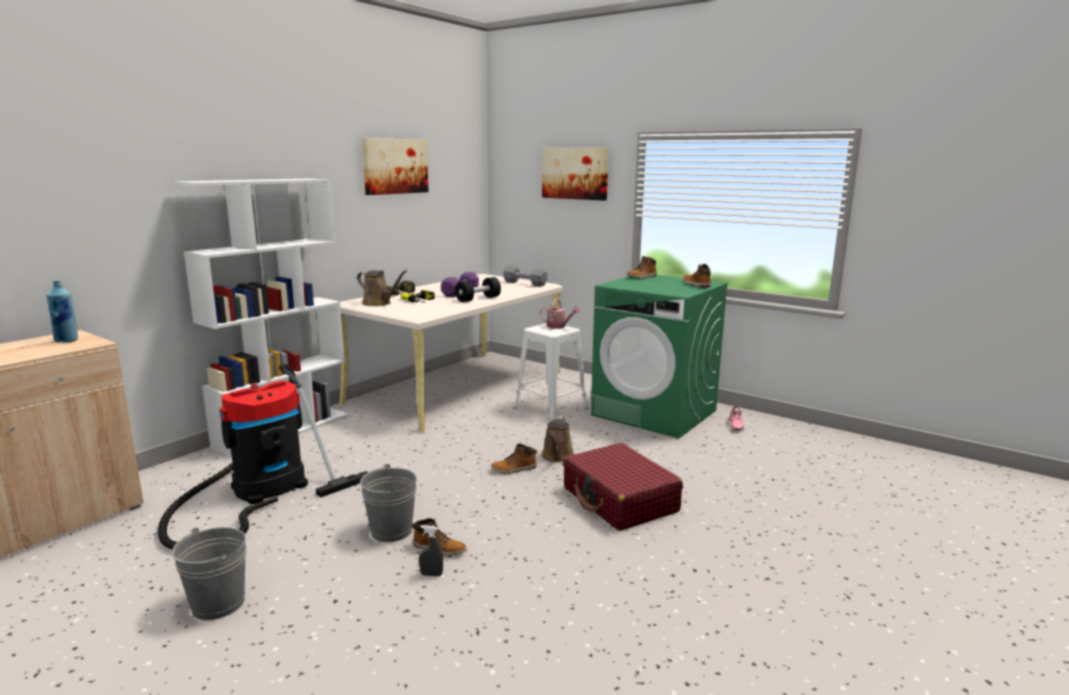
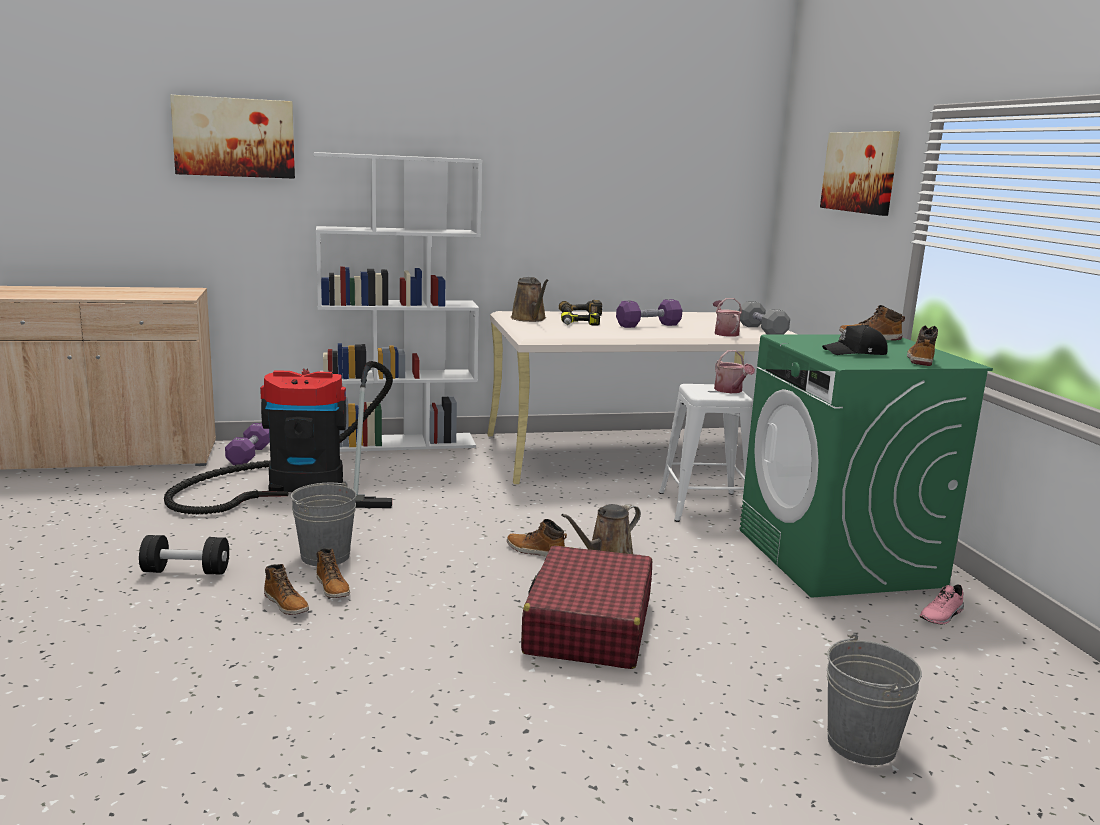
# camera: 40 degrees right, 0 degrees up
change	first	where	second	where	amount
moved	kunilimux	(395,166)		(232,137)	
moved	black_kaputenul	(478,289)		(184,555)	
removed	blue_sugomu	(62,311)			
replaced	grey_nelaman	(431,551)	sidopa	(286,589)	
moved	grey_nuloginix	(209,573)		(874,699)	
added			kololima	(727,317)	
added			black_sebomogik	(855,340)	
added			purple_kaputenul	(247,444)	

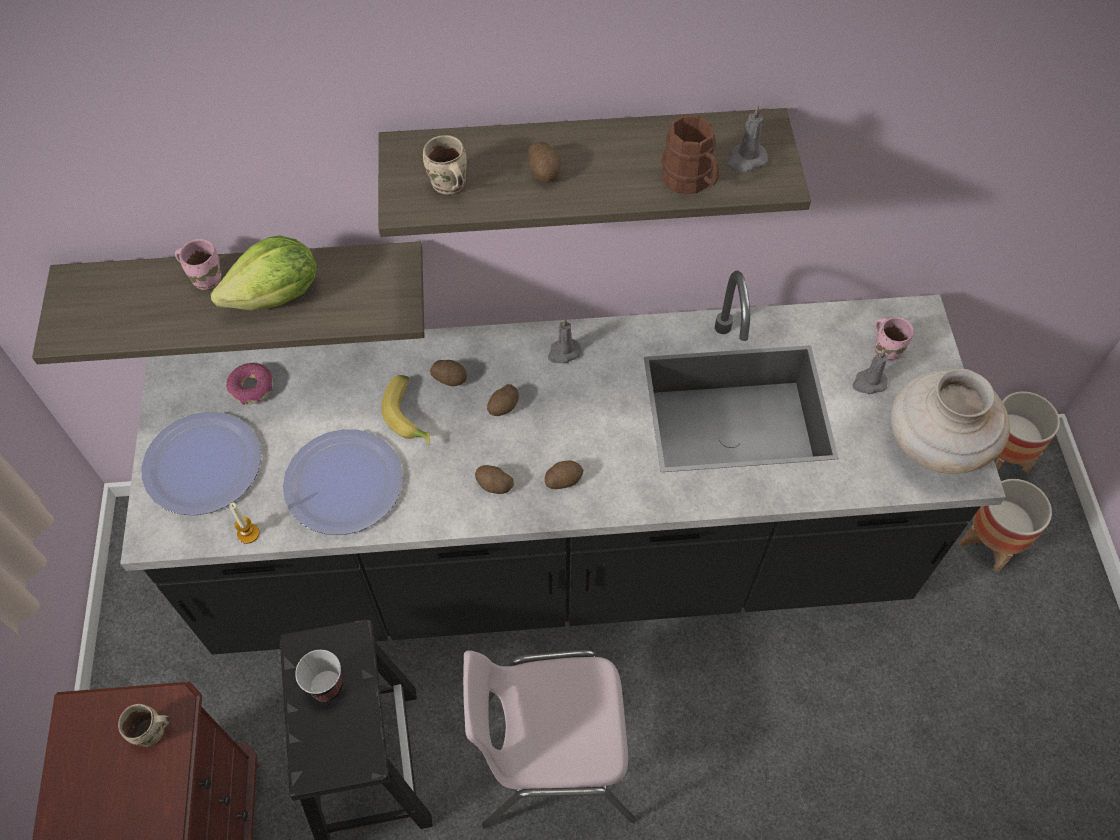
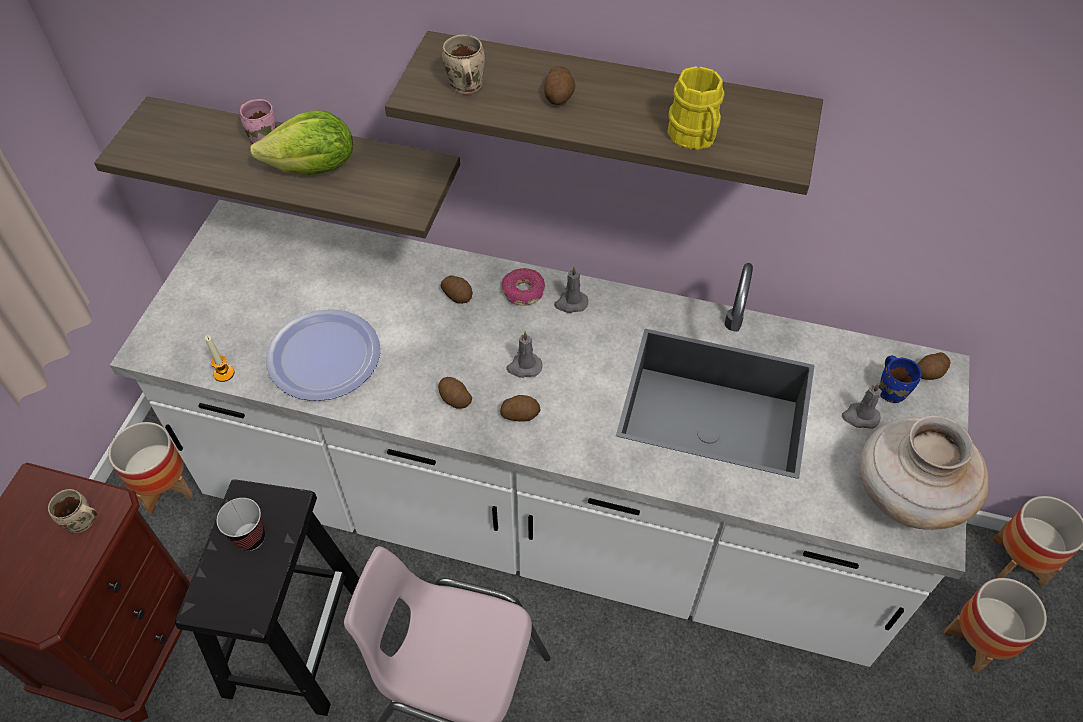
# camera: 20 degrees right, 5 degrees down
change	first	where	second	where	amount
moved	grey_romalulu	(747,139)		(524,354)	
recoloured	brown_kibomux	(690,154)	yellow_kibomux	(696,108)	
recoloured	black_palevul	(563,463)	white_palevul	(540,433)	
recoloured	pink_kibomux	(894,339)	blue_kibomux	(900,379)	
moved	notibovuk	(249,384)		(523,286)	
removed	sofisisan	(405,410)			
moved	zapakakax	(503,400)		(934,366)	
removed	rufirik	(201,463)			
added			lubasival	(150,468)	

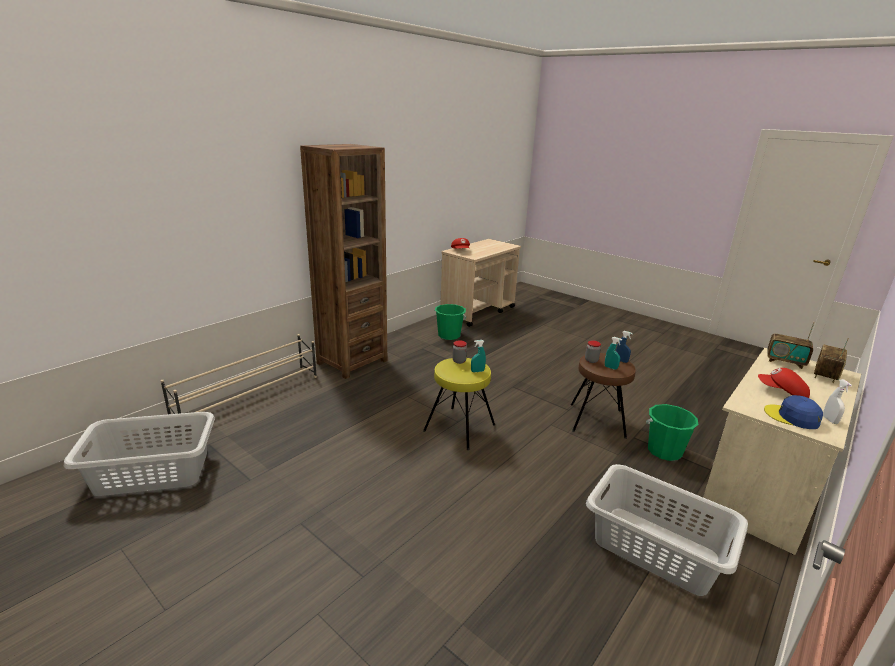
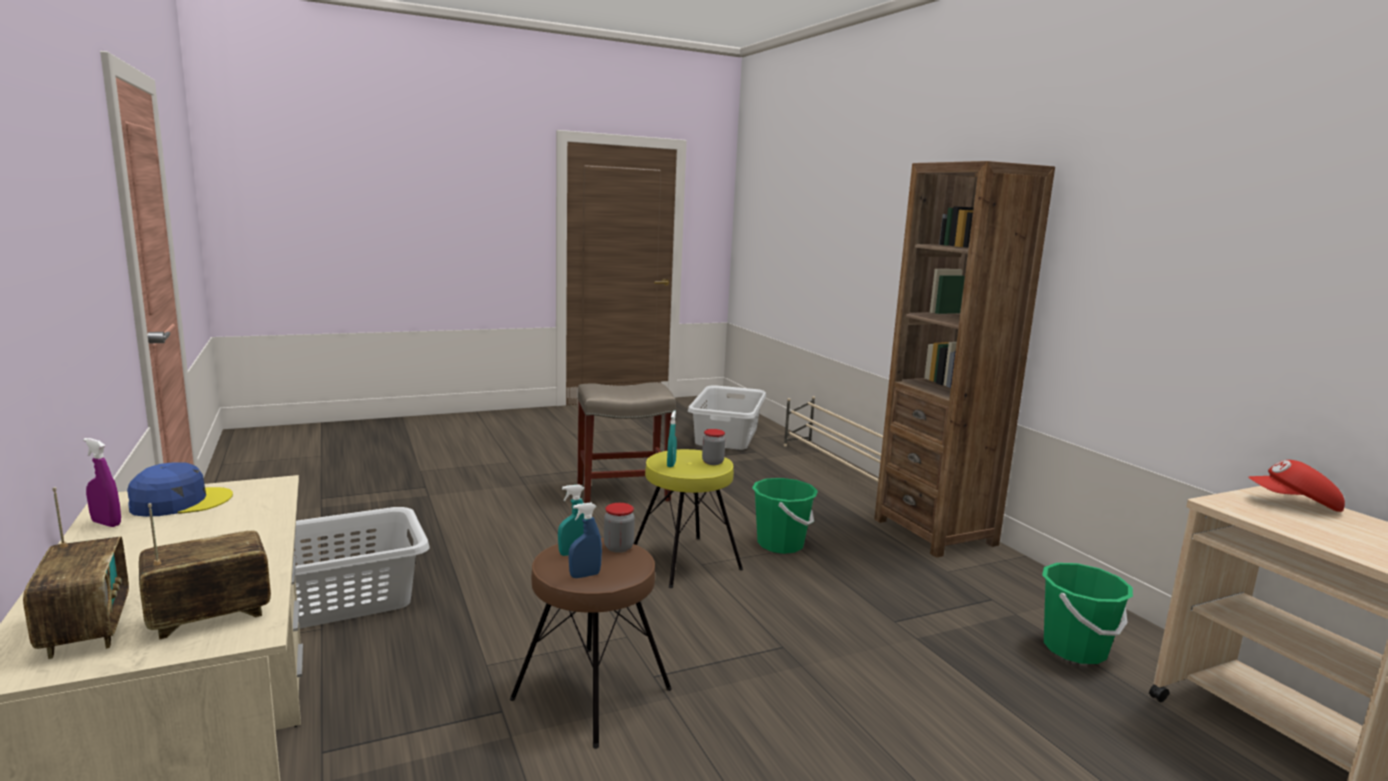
# camera: 115 degrees right, 10 degrees down
change	first	where	second	where	amount
removed	red_sebomogik	(784,383)			
recoloured	white_nelaman	(837,401)	purple_nelaman	(102,482)	
moved	green_nuloginix	(672,432)		(785,516)	
added			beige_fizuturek	(626,442)	

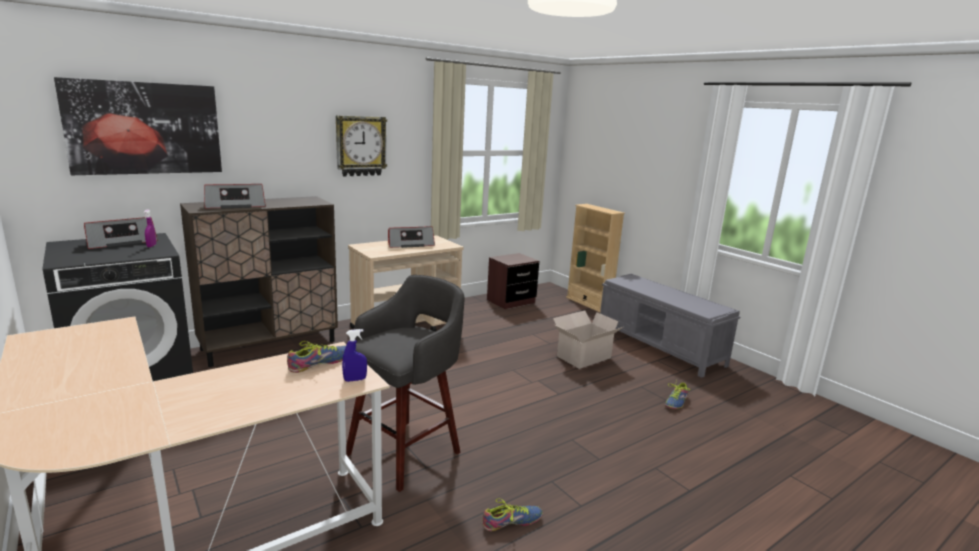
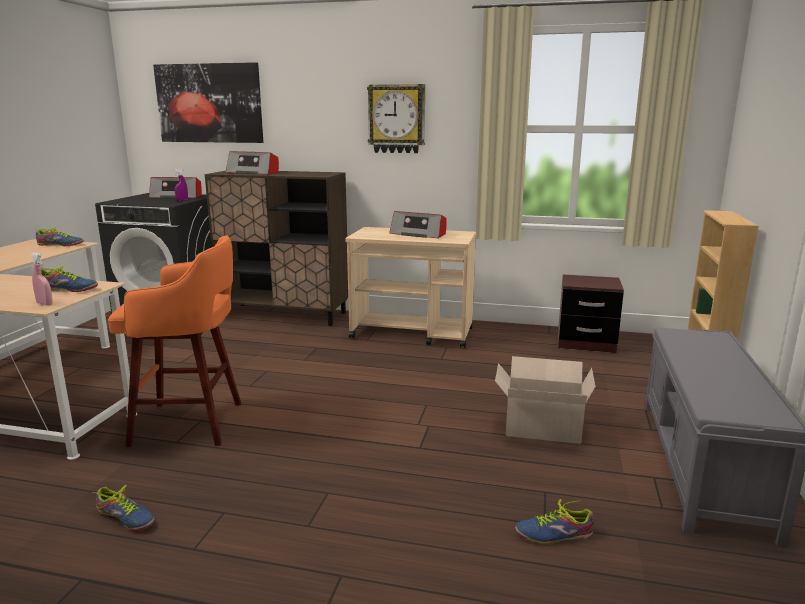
# camera: 50 degrees right, 0 degrees up
change	first	where	second	where	amount
recoloured	grey_fizuturek	(405,383)	orange_fizuturek	(174,341)	
recoloured	blue_nelaman	(354,355)	pink_nelaman	(42,279)	
added			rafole	(60,237)	

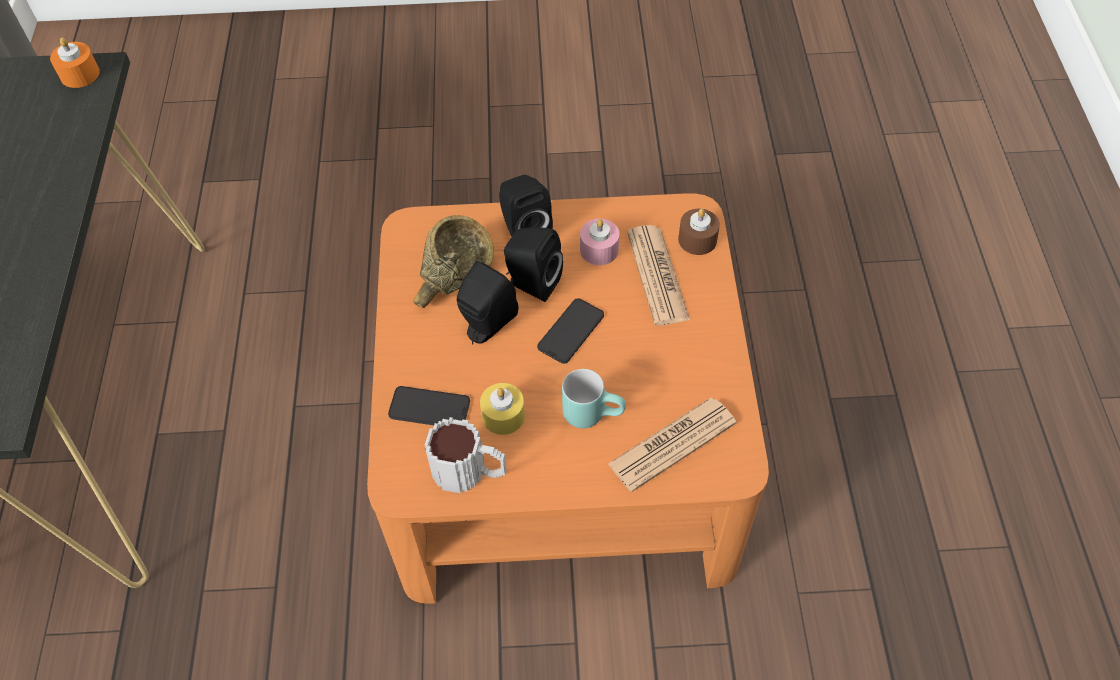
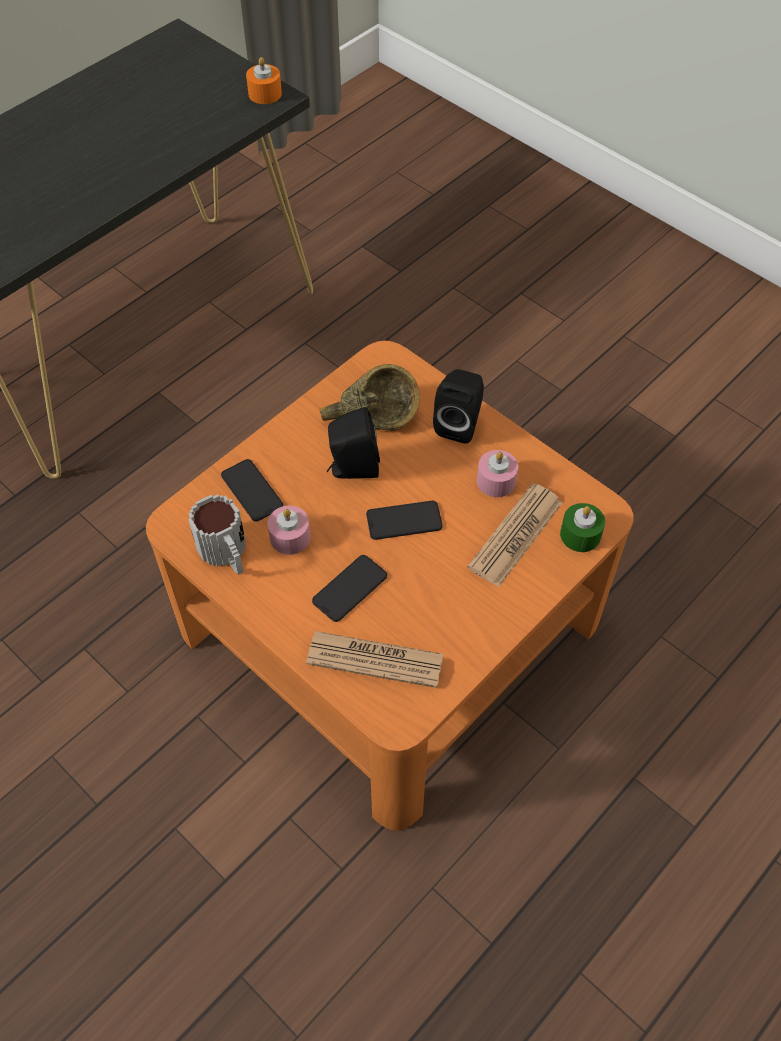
# camera: 45 degrees right, 0 degrees up
change	first	where	second	where	amount
recoloured	brown_romalulu	(699,232)	green_romalulu	(582,527)	
removed	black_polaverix	(533,264)			
replaced	turquoise_kibomux	(594,398)	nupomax	(349,588)	
recoloured	yellow_romalulu	(502,409)	pink_romalulu	(289,530)	

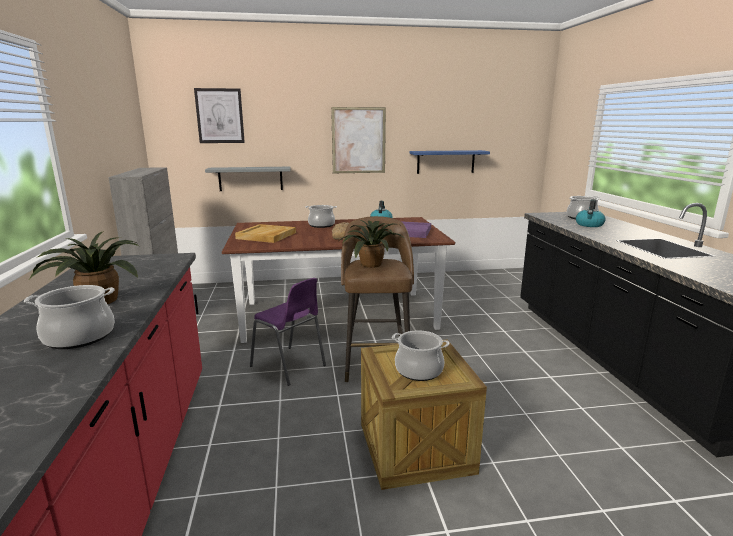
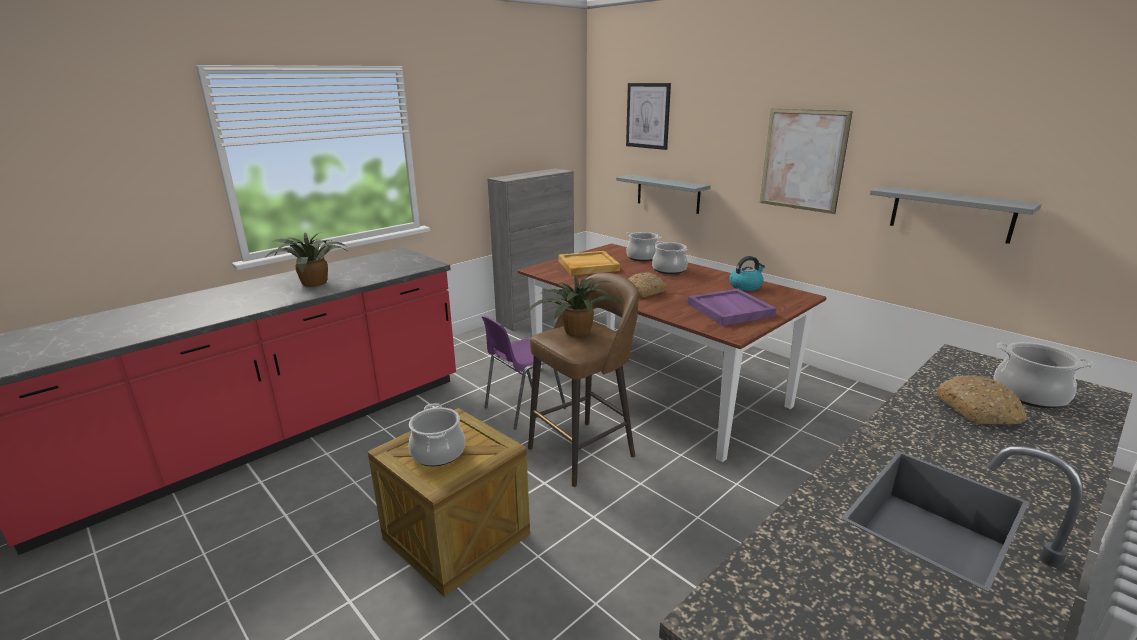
# camera: 55 degrees right, 5 degrees up
change	first	where	second	where	amount
recoloured	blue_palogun	(450,162)	grey_palogun	(956,215)	
replaced	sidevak	(591,213)	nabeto	(981,400)	
turned	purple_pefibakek	(288,332)		(524,372)	45 degrees clockwise
moved	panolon	(69,317)		(644,246)	

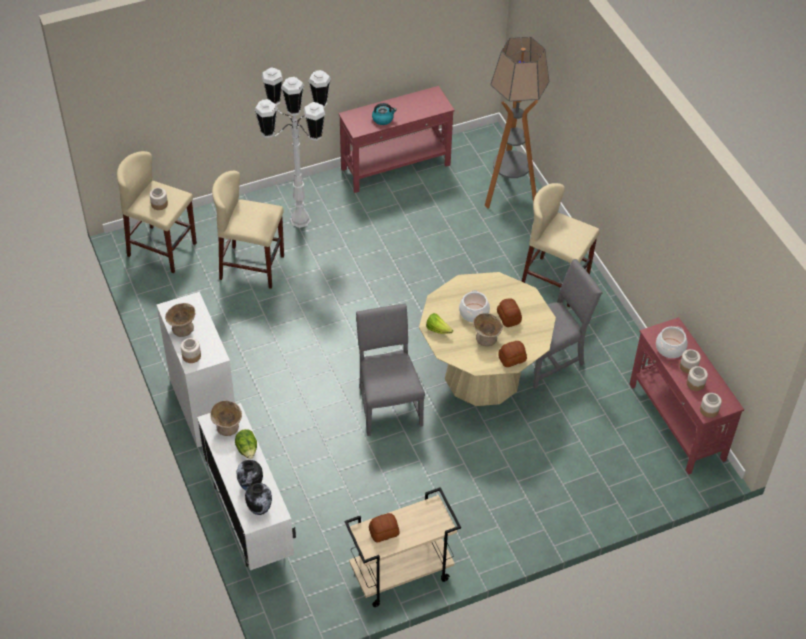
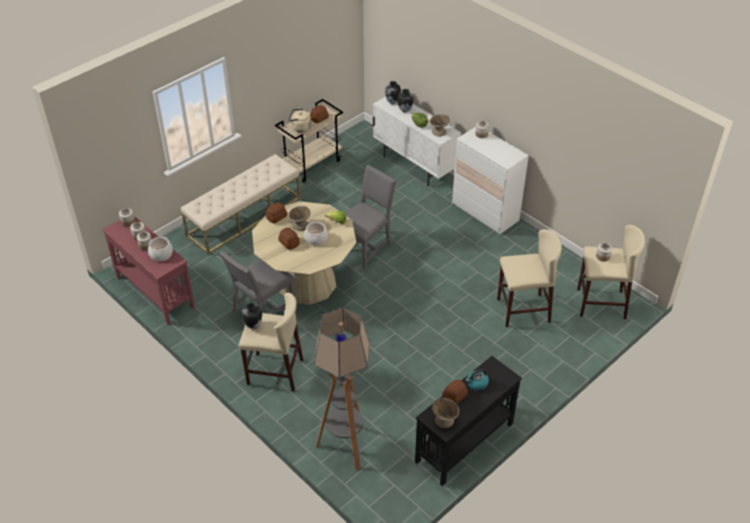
# camera: 160 degrees right, 5 degrees down
change	first	where	second	where	amount
removed	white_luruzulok	(293,147)			
recoloured	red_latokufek	(396,139)	black_latokufek	(468,421)	
moved	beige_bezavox	(180,320)		(445,413)	
turned	grey_pefibakek	(390,369)		(371,217)	105 degrees counterclockwise
added			beige_sidevak	(300,120)	
added			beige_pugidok	(241,204)	
added			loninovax	(252,316)	
added			nabeto	(455,392)	

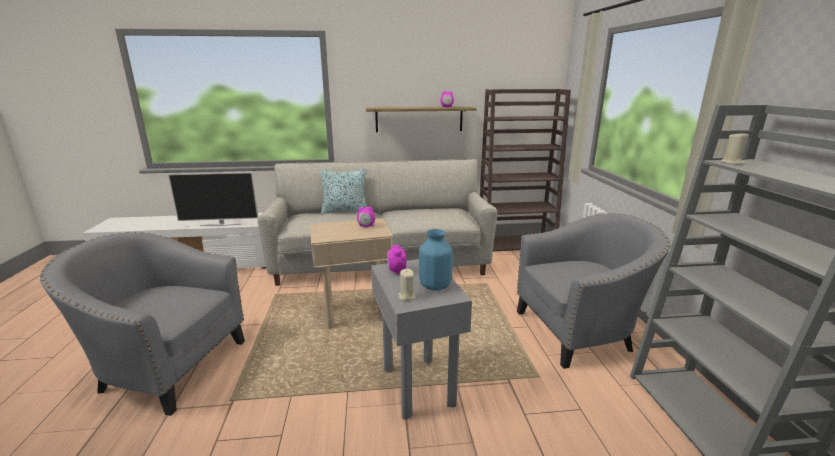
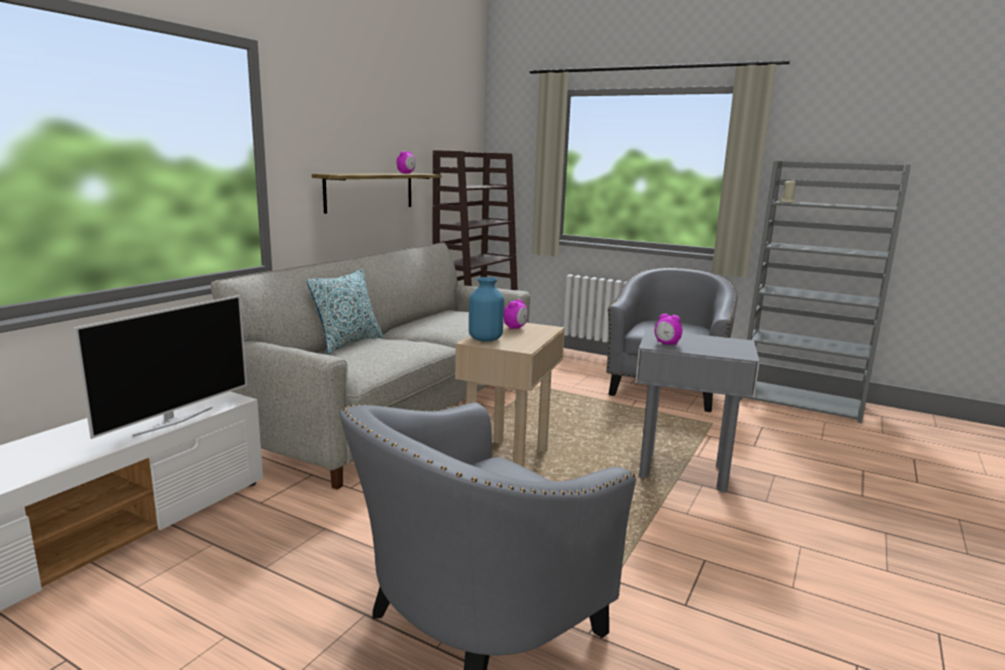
# camera: 55 degrees left, 5 degrees down
change	first	where	second	where	amount
moved	blue_loninovax	(436,259)		(486,309)	
removed	beige_romalulu	(406,285)			

